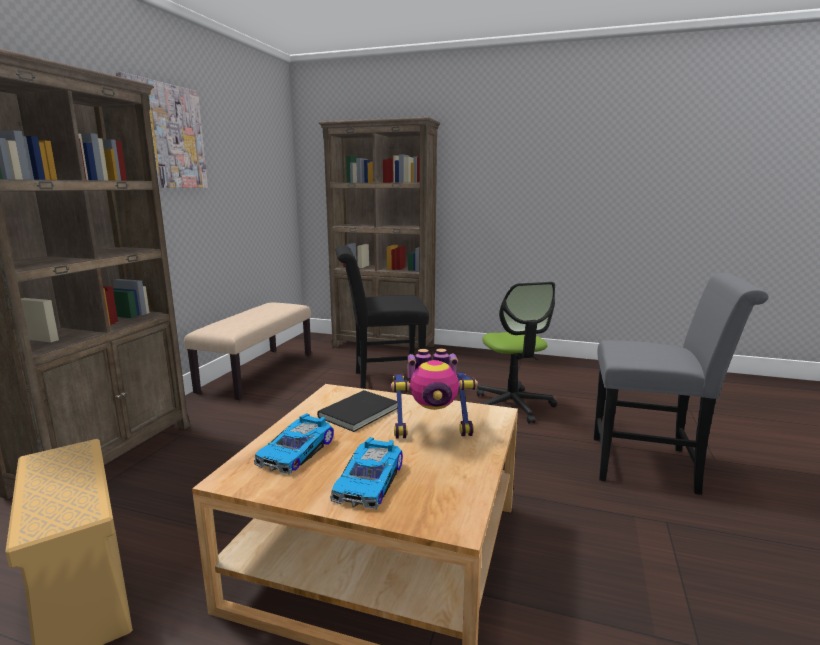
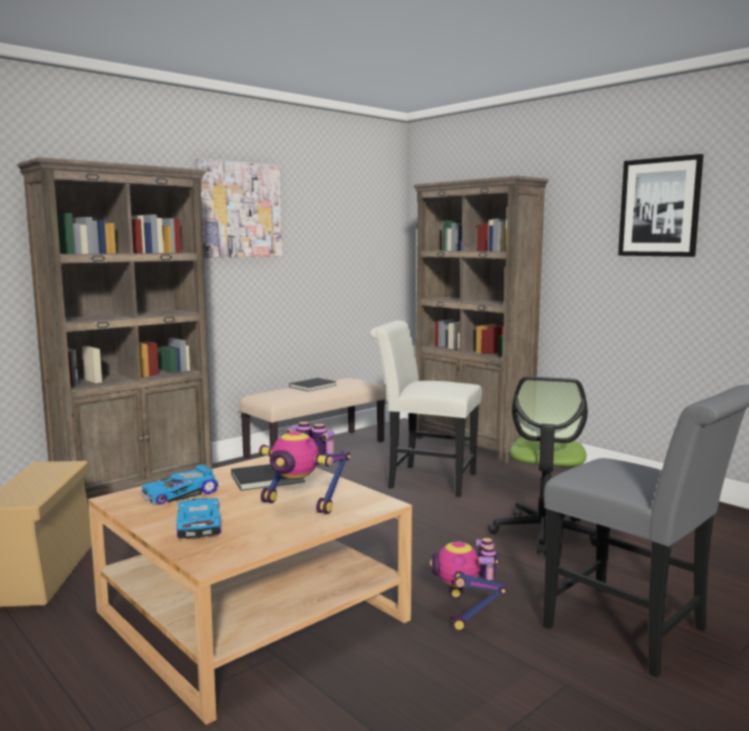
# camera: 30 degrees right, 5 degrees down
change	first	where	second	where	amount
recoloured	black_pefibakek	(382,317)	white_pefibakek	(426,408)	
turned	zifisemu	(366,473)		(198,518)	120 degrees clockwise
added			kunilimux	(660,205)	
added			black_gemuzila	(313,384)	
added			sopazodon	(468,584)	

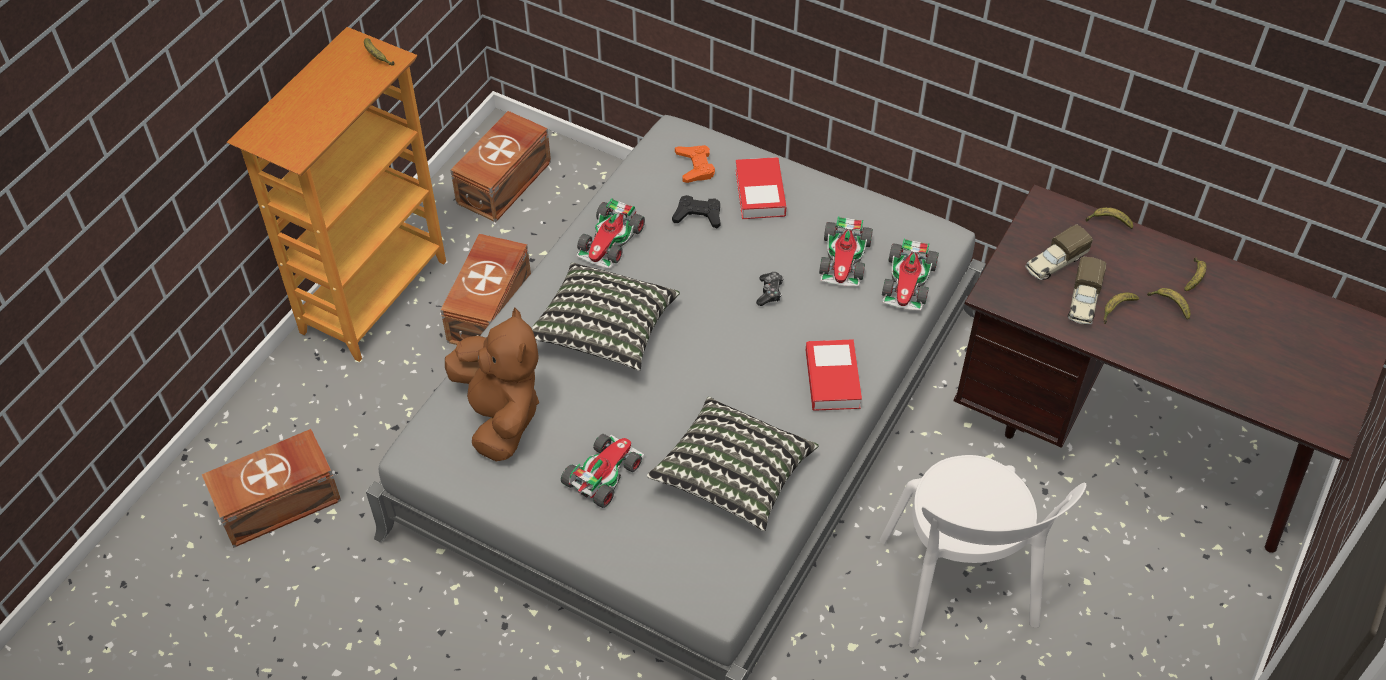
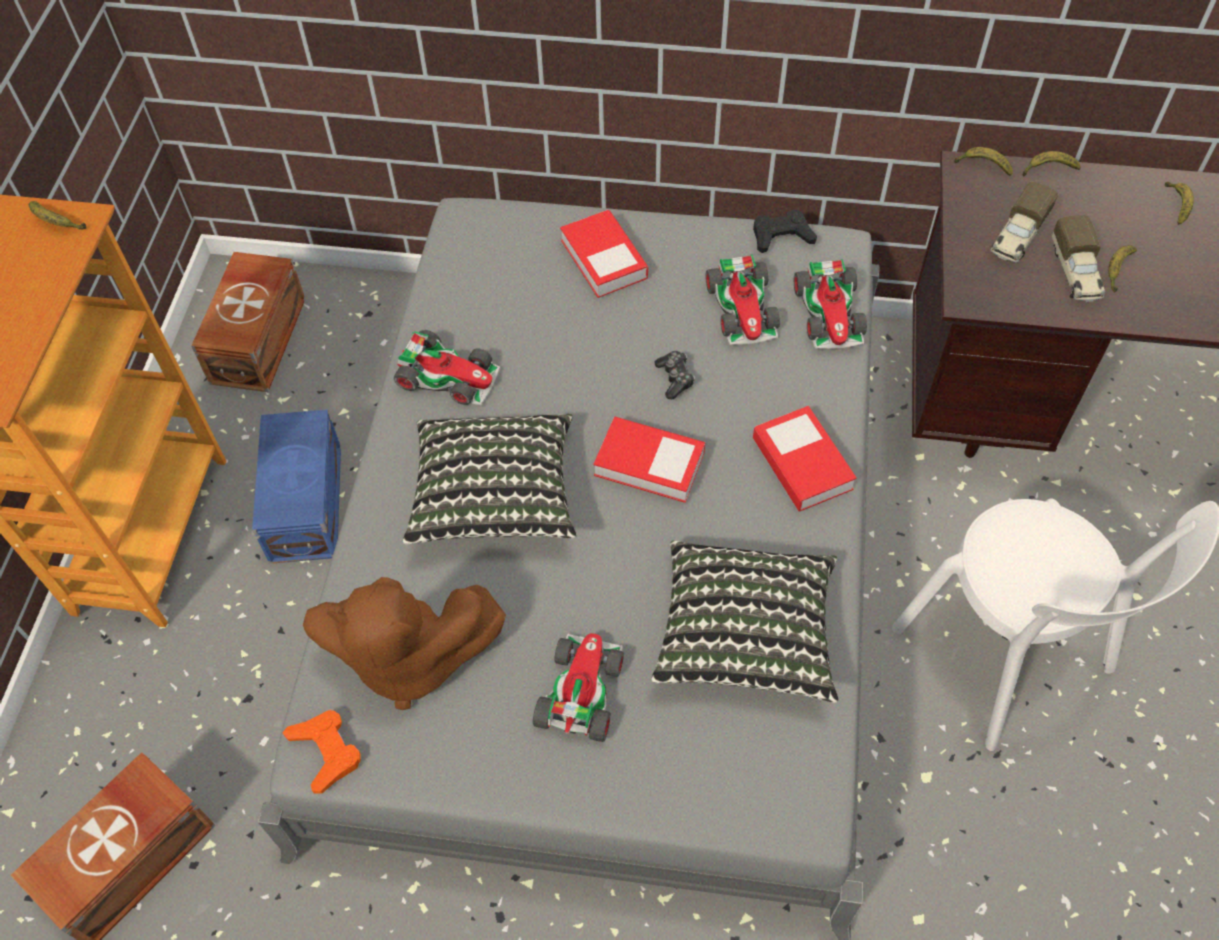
# camera: 20 degrees left, 5 degrees up
change	first	where	second	where	amount
moved	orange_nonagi	(695,164)		(321,752)	
moved	black_nonagi	(696,211)		(785,231)	
turned	zifisemu	(610,233)		(447,367)	75 degrees counterclockwise
recoloured	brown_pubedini	(486,289)	blue_pubedini	(296,486)	
moved	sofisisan	(1169,304)		(983,161)	
turned	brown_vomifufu	(492,384)		(404,643)	135 degrees clockwise
added			gemuzila	(649,460)	

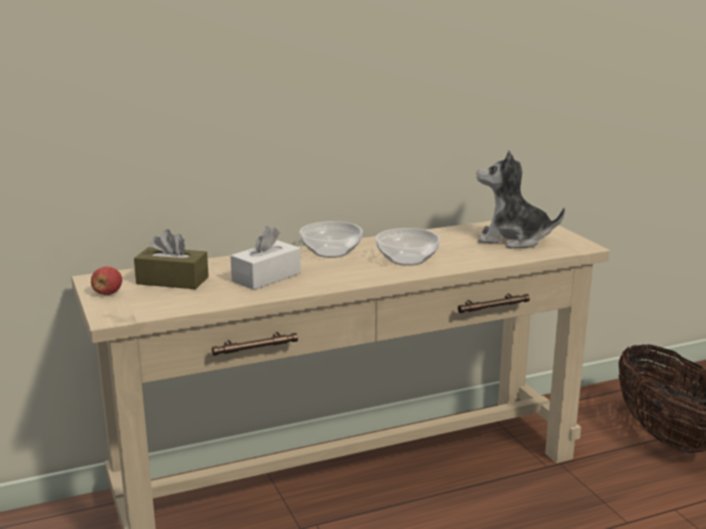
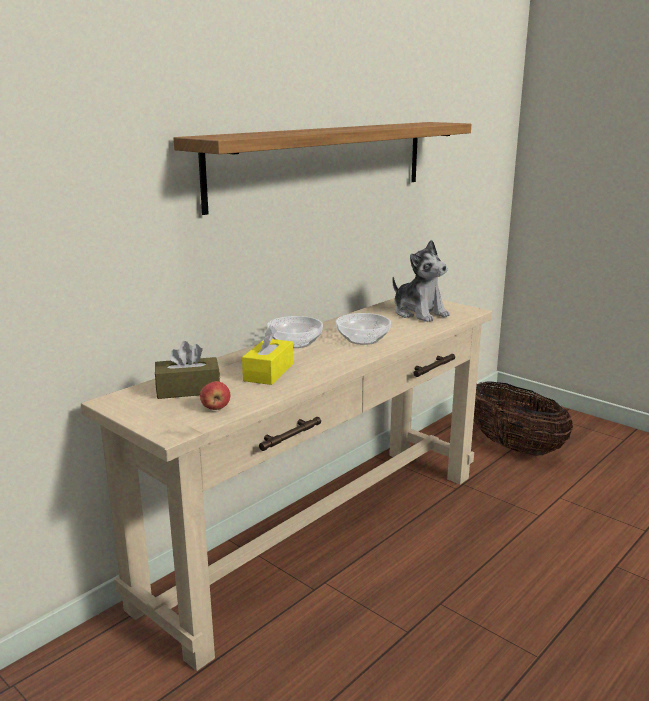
# camera: 25 degrees left, 0 degrees up
change	first	where	second	where	amount
turned	vomifufu	(520,199)		(421,281)	120 degrees counterclockwise
recoloured	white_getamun	(266,258)	yellow_getamun	(267,355)	
moved	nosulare	(106,280)		(215,395)	
added			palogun	(322,168)	

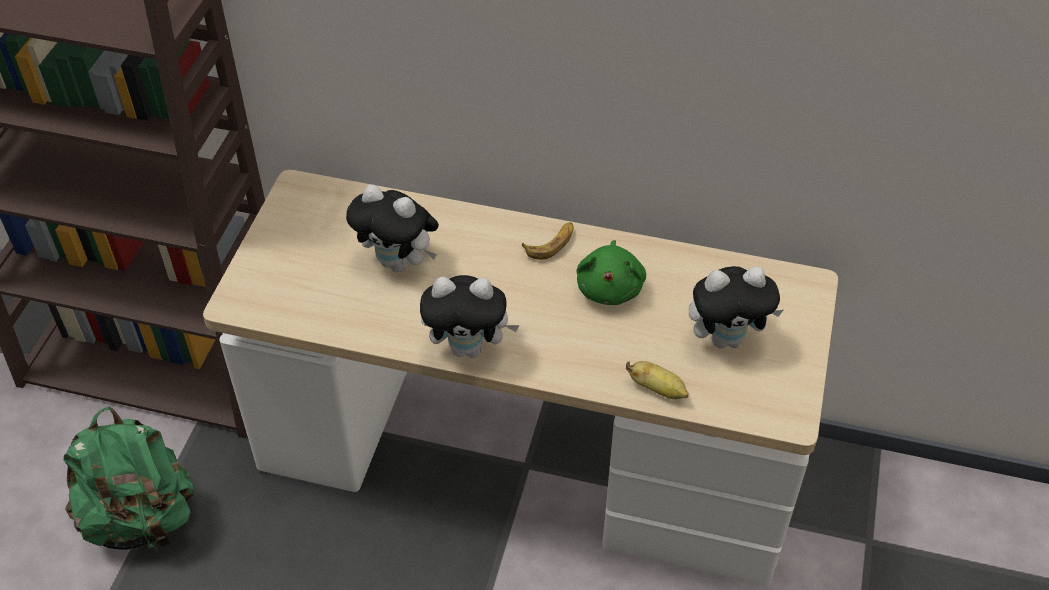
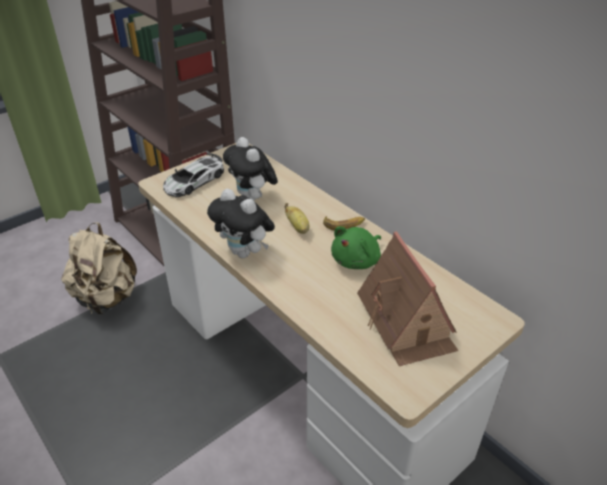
# camera: 35 degrees right, 10 degrees down
change	first	where	second	where	amount
replaced	vomifufu	(736,307)	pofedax	(407,298)	
moved	sofisisan	(657,380)		(296,218)	
recoloured	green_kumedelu	(129,479)	beige_kumedelu	(99,268)	
added			zifisemu	(193,175)	

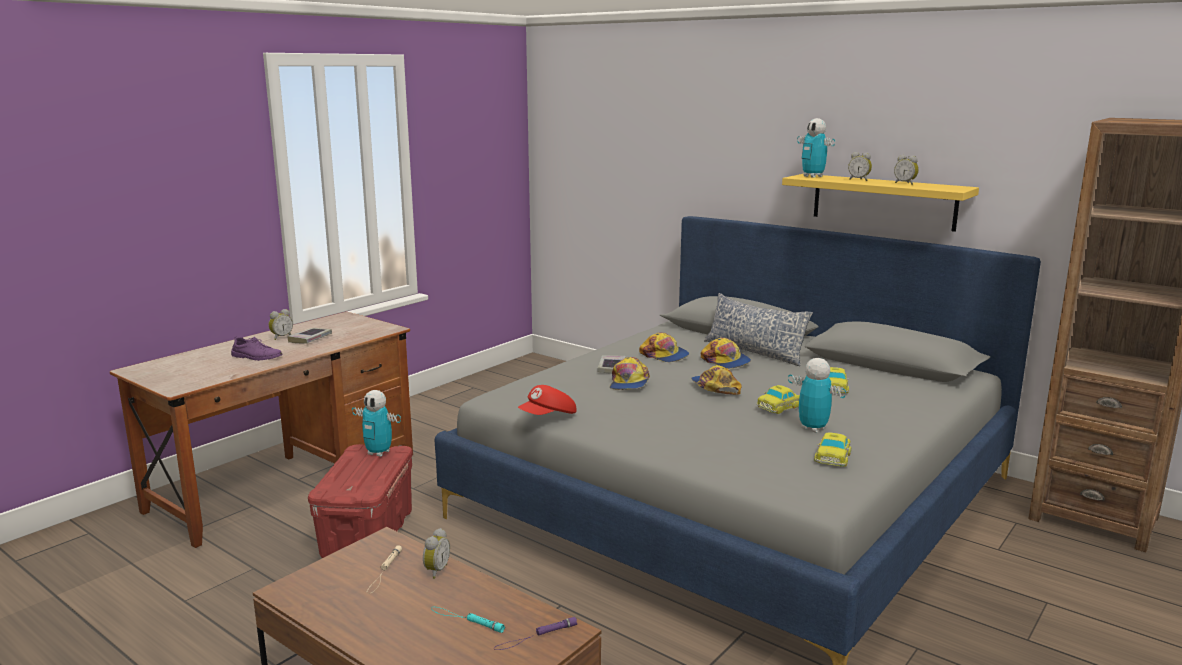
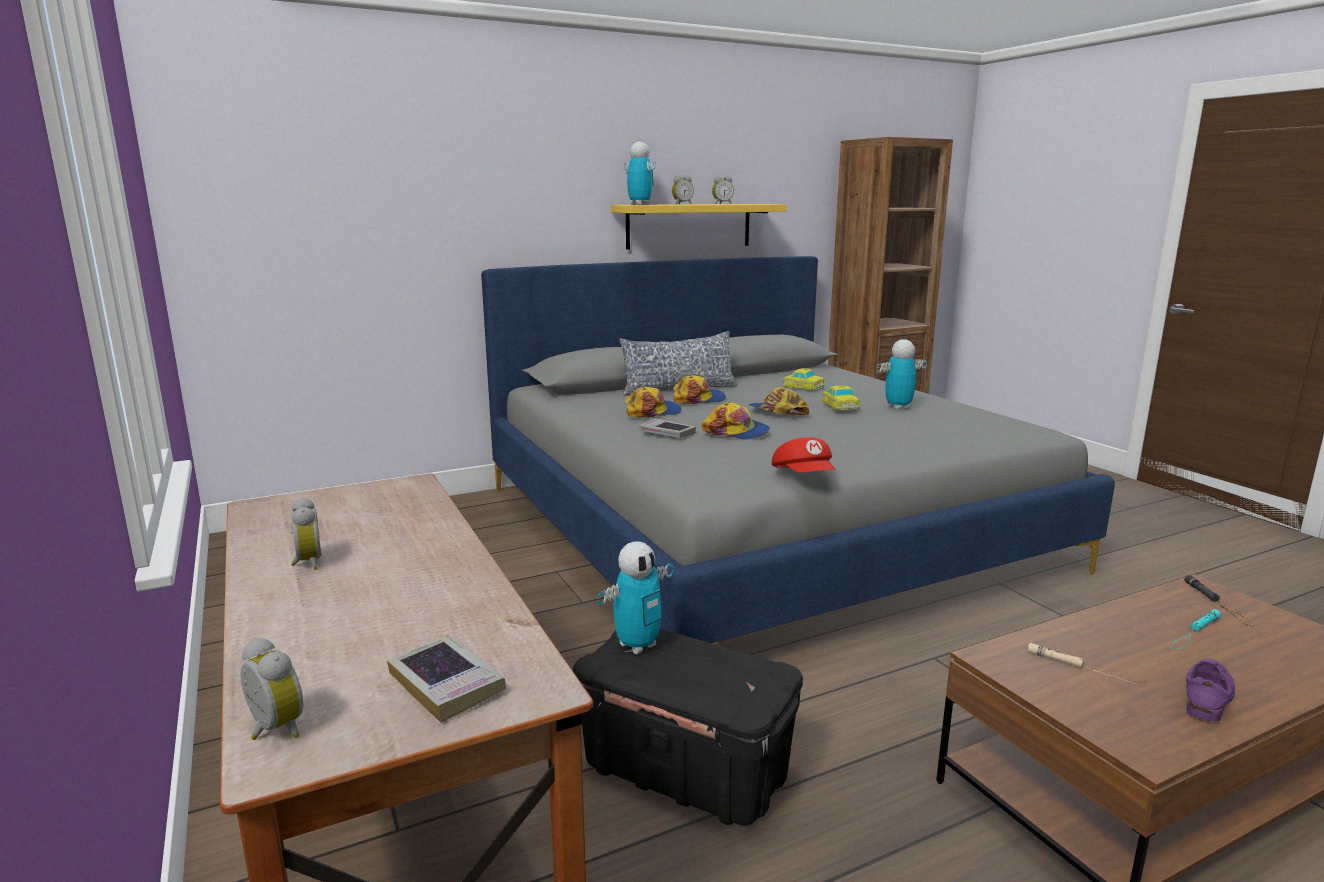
# camera: 65 degrees left, 0 degrees up
change	first	where	second	where	amount
turned	sopazodon	(816,148)		(640,173)	120 degrees counterclockwise
moved	gemuzila	(309,336)		(446,679)	
moved	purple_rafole	(256,348)		(1210,690)	
turned	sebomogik	(716,380)		(779,401)	45 degrees clockwise
removed	zifisemu	(832,450)			
recoloured	red_pubedini	(360,501)	black_pubedini	(688,727)	
moved	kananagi	(436,553)		(272,689)	
recoloured	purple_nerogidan	(535,633)	black_nerogidan	(1218,600)	

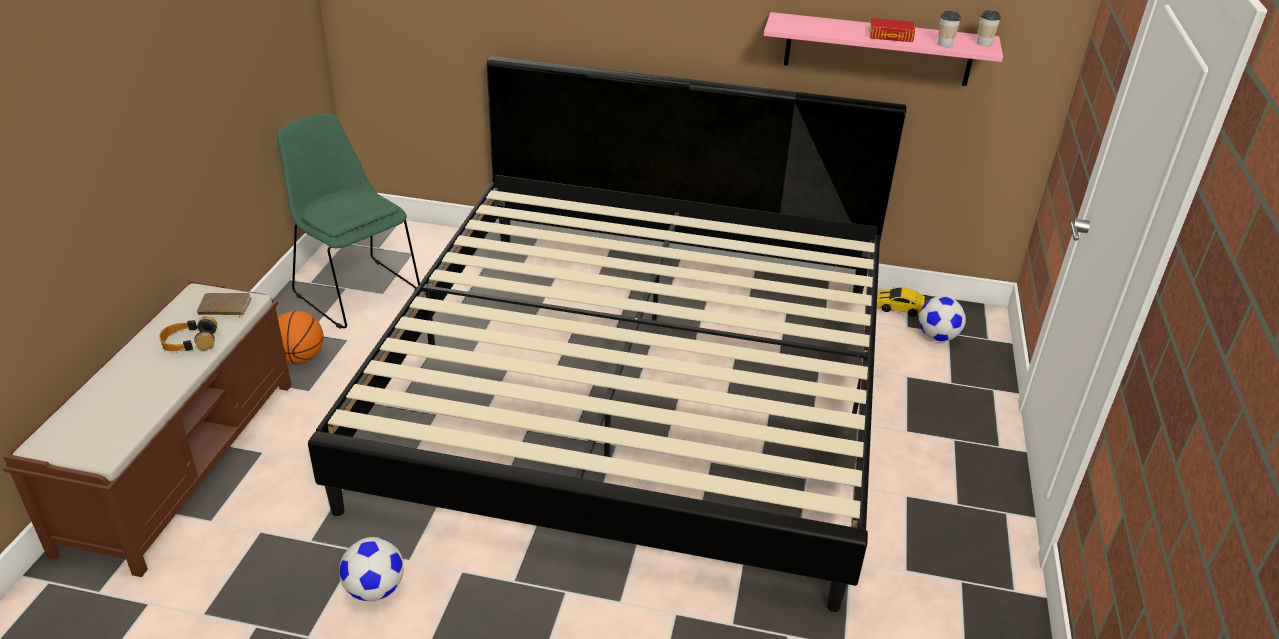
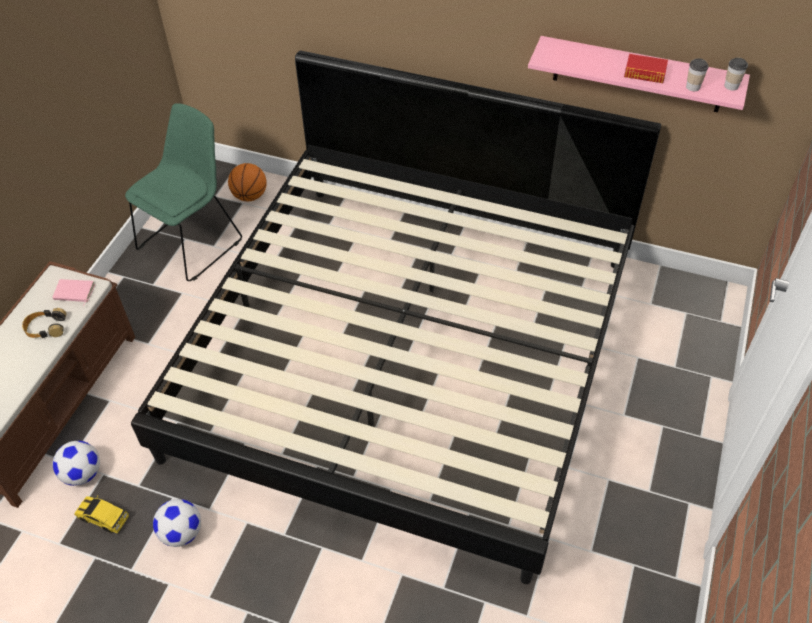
# camera: 10 degrees right, 15 degrees up
change	first	where	second	where	amount
turned	green_pefibakek	(348,221)		(183,192)	75 degrees clockwise
moved	zifisemu	(902,302)		(101,514)	
recoloured	brown_gemuzila	(224,305)	pink_gemuzila	(73,292)	
moved	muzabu	(942,318)		(76,463)	
moved	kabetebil	(301,337)		(247,182)	

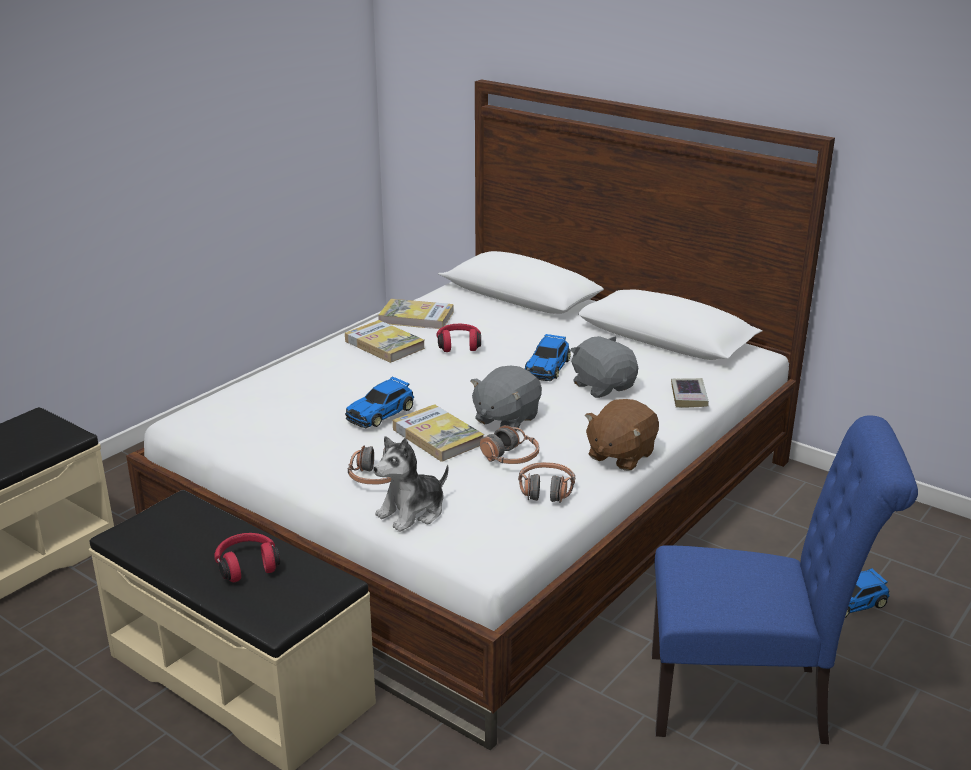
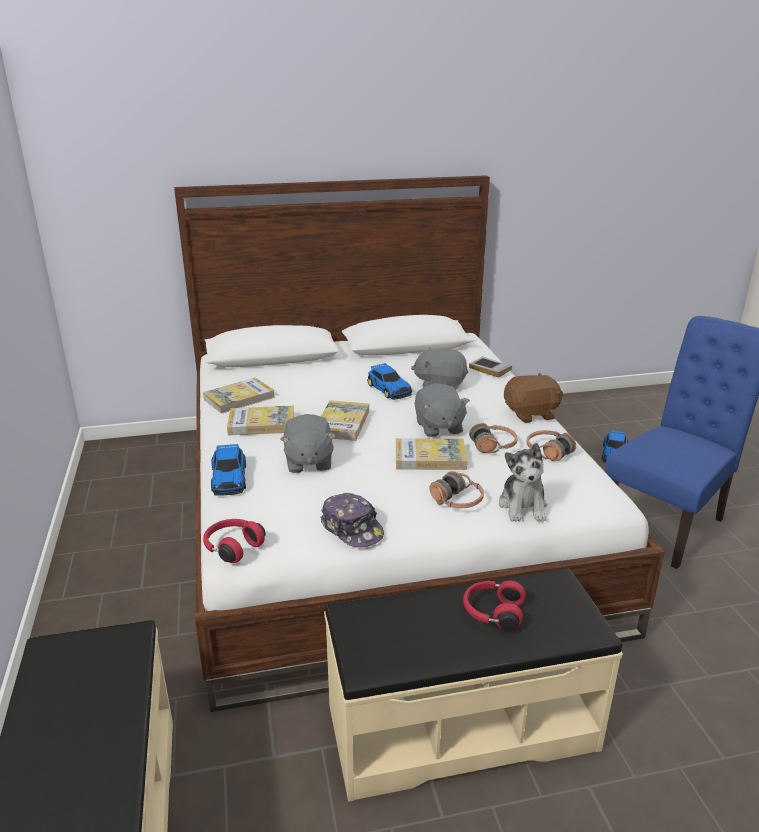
# camera: 50 degrees left, 0 degrees up
change	first	where	second	where	amount
moved	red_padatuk	(458,338)		(234,541)	
moved	zifisemu	(379,402)		(228,470)	
turned	brown_vomifufu	(622,435)		(533,397)	90 degrees counterclockwise
added			gemuzila	(345,420)	
added			grey_vomifufu	(308,443)	
added			sebomogik	(352,520)	

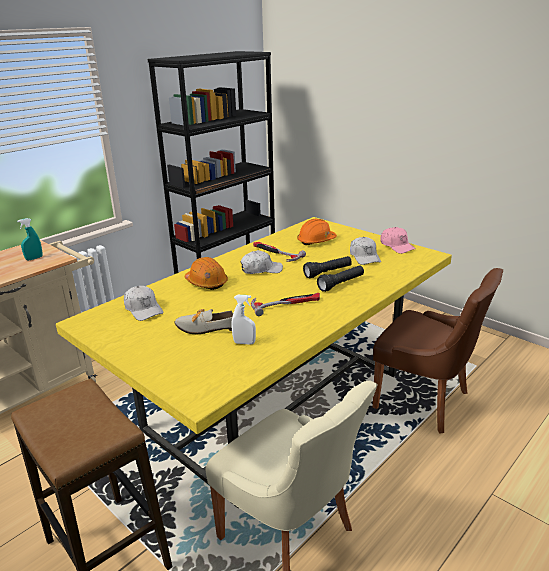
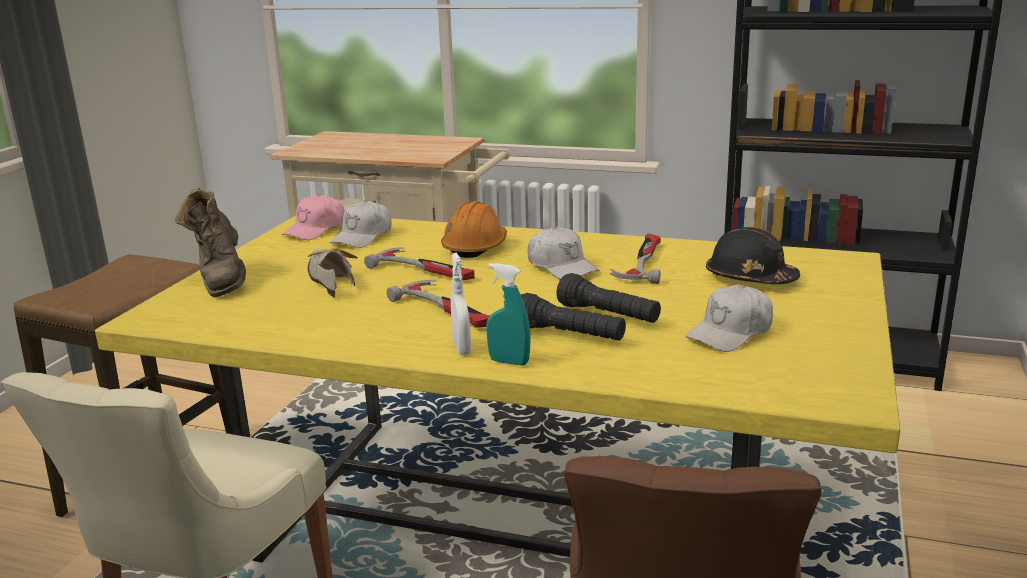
# camera: 65 degrees right, 5 degrees down
change	first	where	second	where	amount
moved	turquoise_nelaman	(29,239)		(508,314)	
recoloured	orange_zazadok	(317,232)	black_zazadok	(753,255)	
moved	pink_sebomogik	(398,240)		(312,217)	
moved	white_nelaman	(244,320)		(461,303)	
added			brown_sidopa	(210,242)	
added			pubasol	(419,263)	

